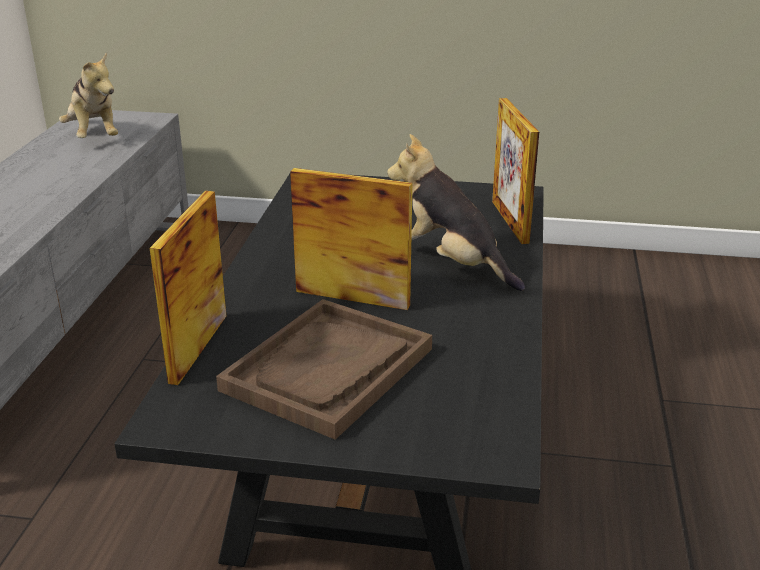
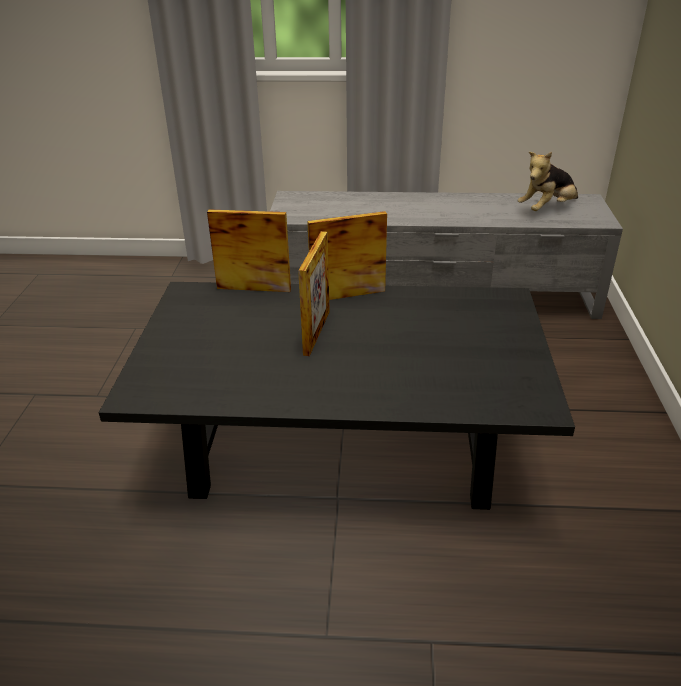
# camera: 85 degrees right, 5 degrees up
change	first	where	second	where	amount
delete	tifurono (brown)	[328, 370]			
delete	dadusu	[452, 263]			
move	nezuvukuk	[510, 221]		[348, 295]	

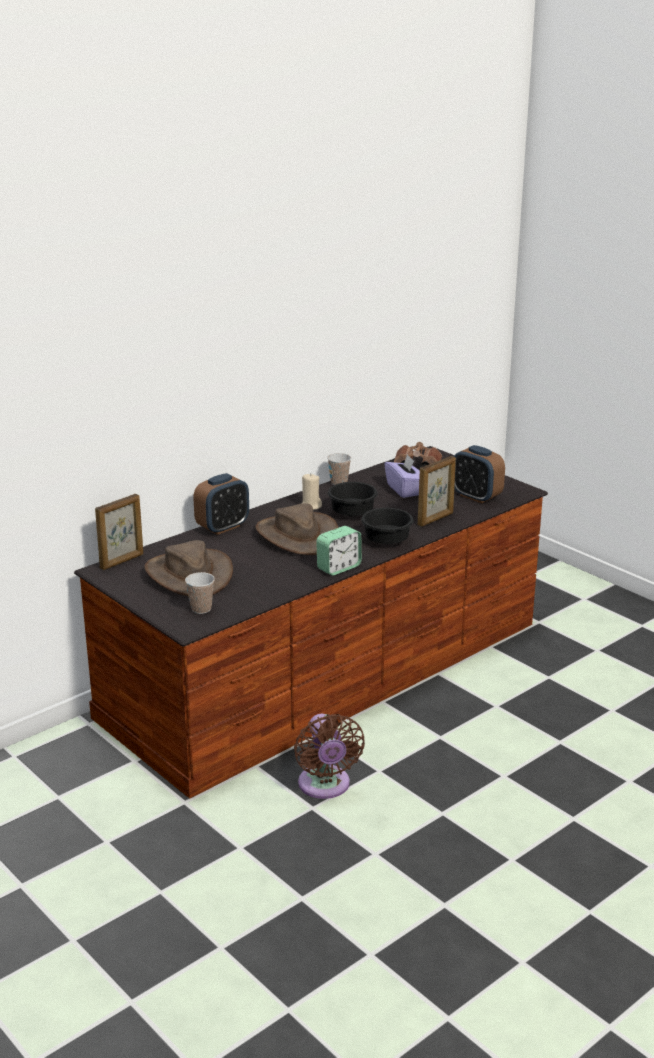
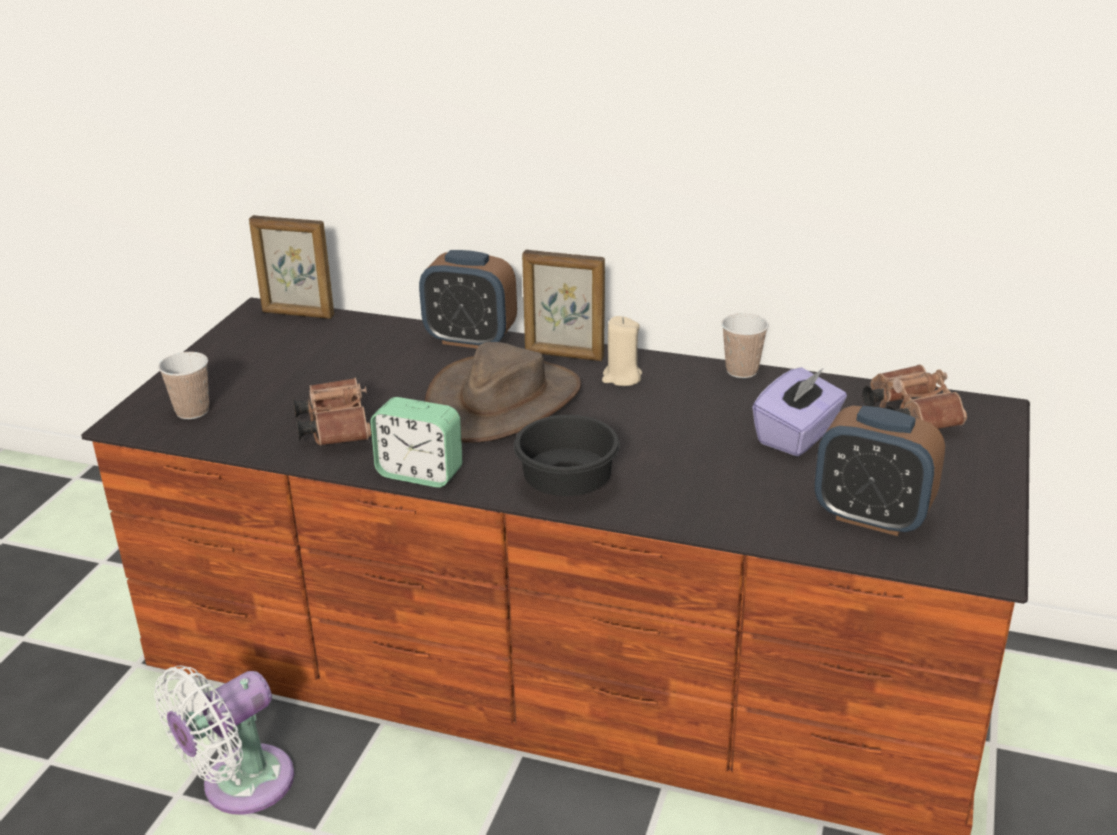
# camera: 60 degrees right, 5 degrees up
change	first	where	second	where	amount
delete	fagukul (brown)	[189, 574]			
recolor	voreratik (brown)	[325, 786]	voreratik (white)	[239, 786]	
delete	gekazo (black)	[351, 512]			
move	nezuvukuk	[436, 519]		[564, 355]	
rotate	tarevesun	[476, 496]		[872, 517]	75 degrees counterclockwise
insert			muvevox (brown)	[335, 428]	

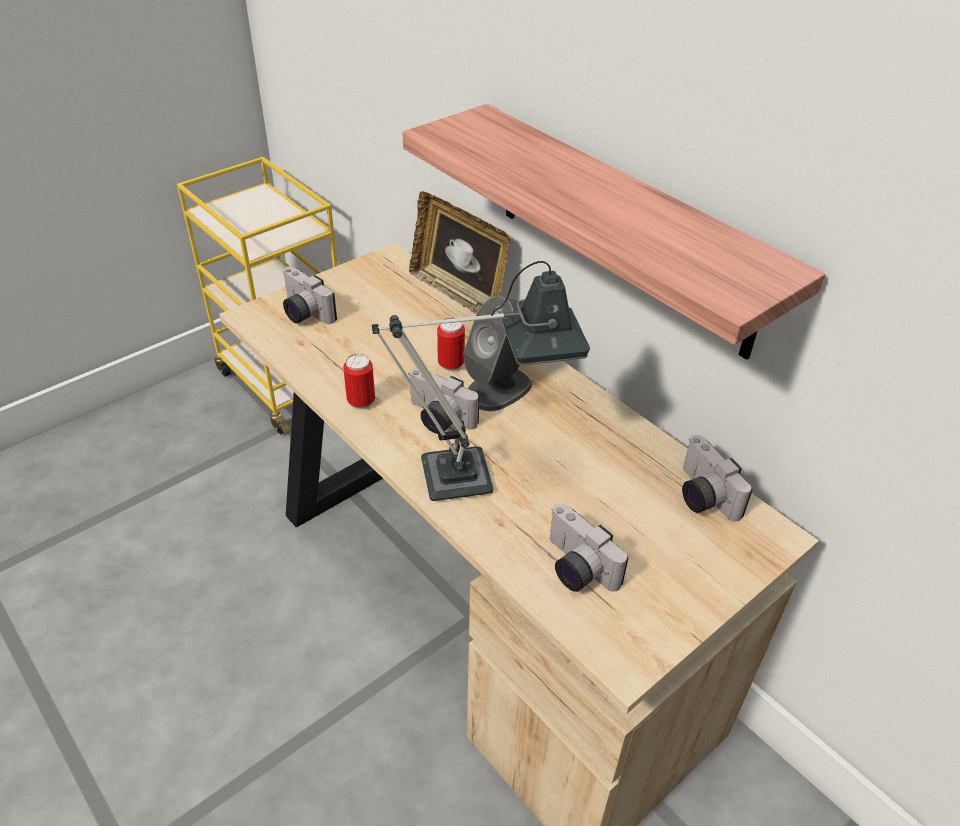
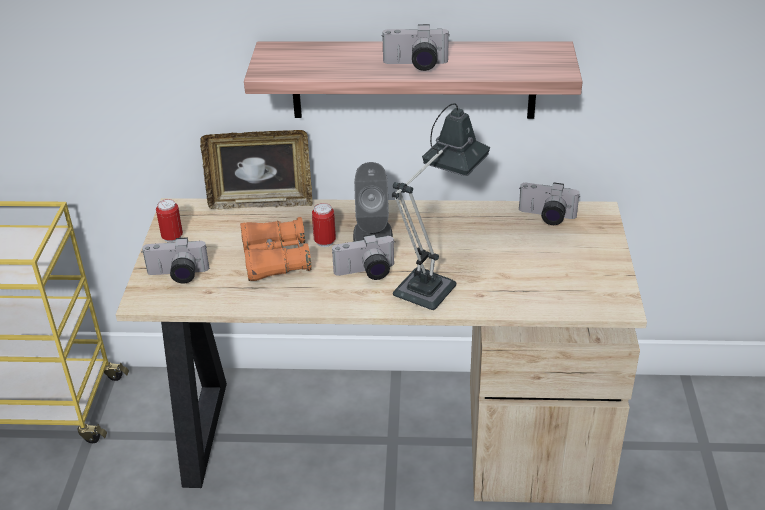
# camera: 45 degrees left, 5 degrees down
change	first	where	second	where	amount
move	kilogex	[361, 402]		[172, 237]	
move	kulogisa	[575, 568]		[415, 65]	
insert			muvevox (orange)	[275, 260]	

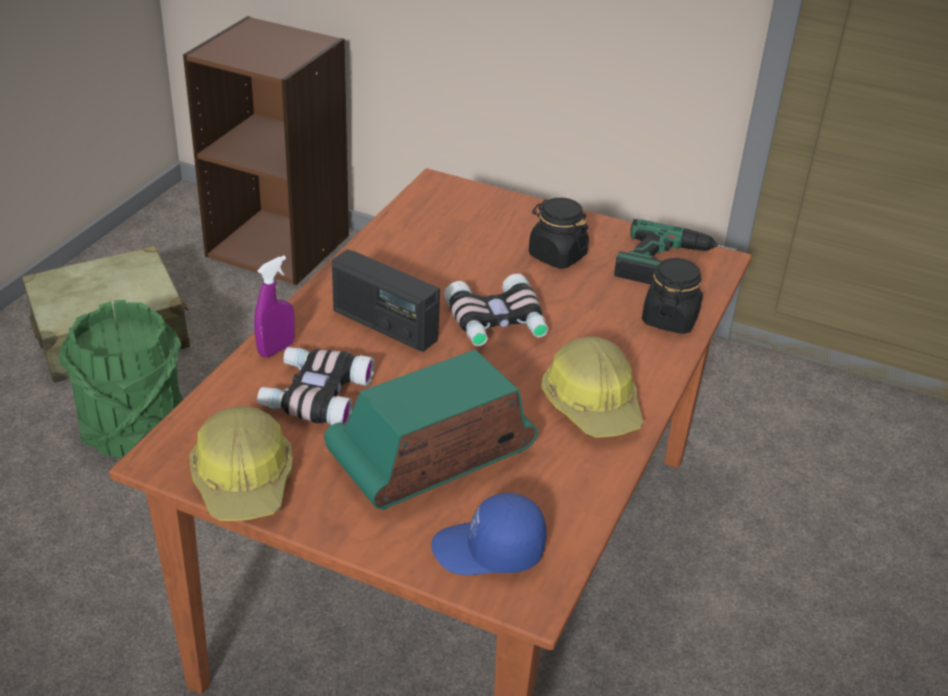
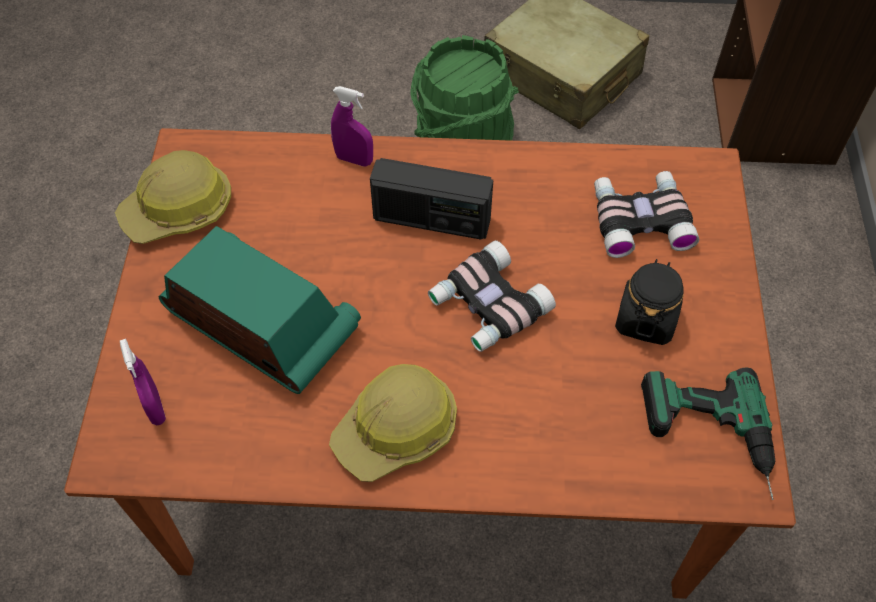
# camera: 70 degrees right, 20 degrees up
change	first	where	second	where	amount
move	muvevox	[315, 395]		[639, 219]	
rotate	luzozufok	[384, 325]		[431, 219]	90 degrees counterclockwise
replace	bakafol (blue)	[489, 551]	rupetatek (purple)	[155, 407]	
delete	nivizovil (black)	[670, 319]			

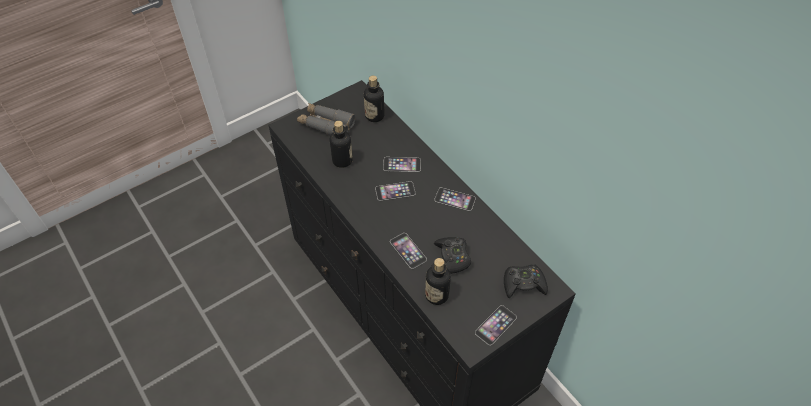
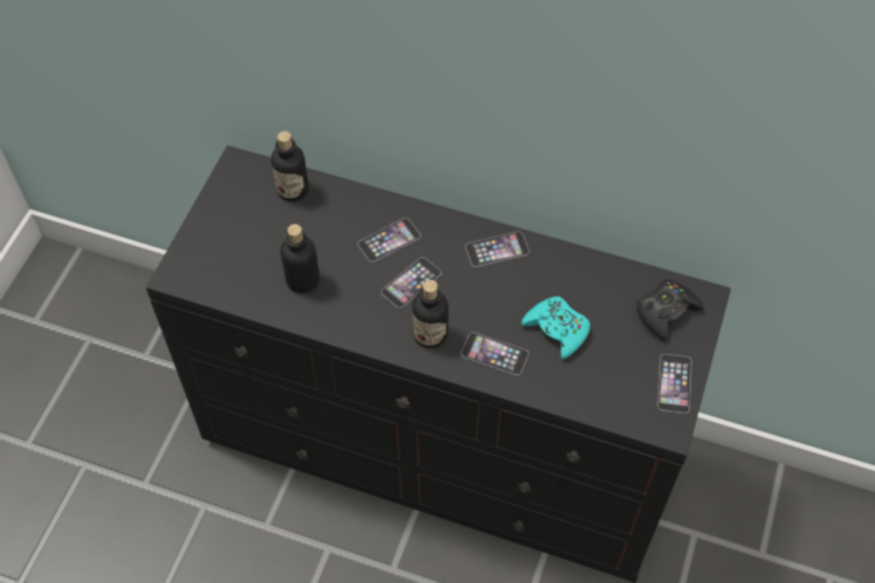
# camera: 35 degrees left, 5 degrees up
change	first	where	second	where	amount
delete	muvevox (grey)	[326, 125]			
move	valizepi	[436, 295]		[430, 334]	
recolor	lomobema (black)	[452, 258]	lomobema (turquoise)	[557, 330]	

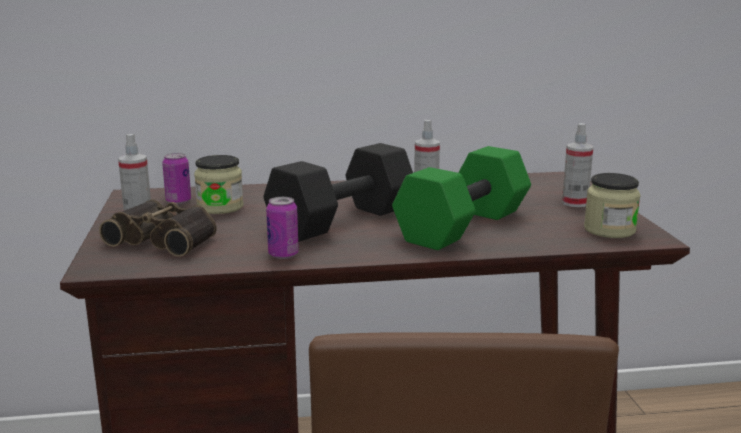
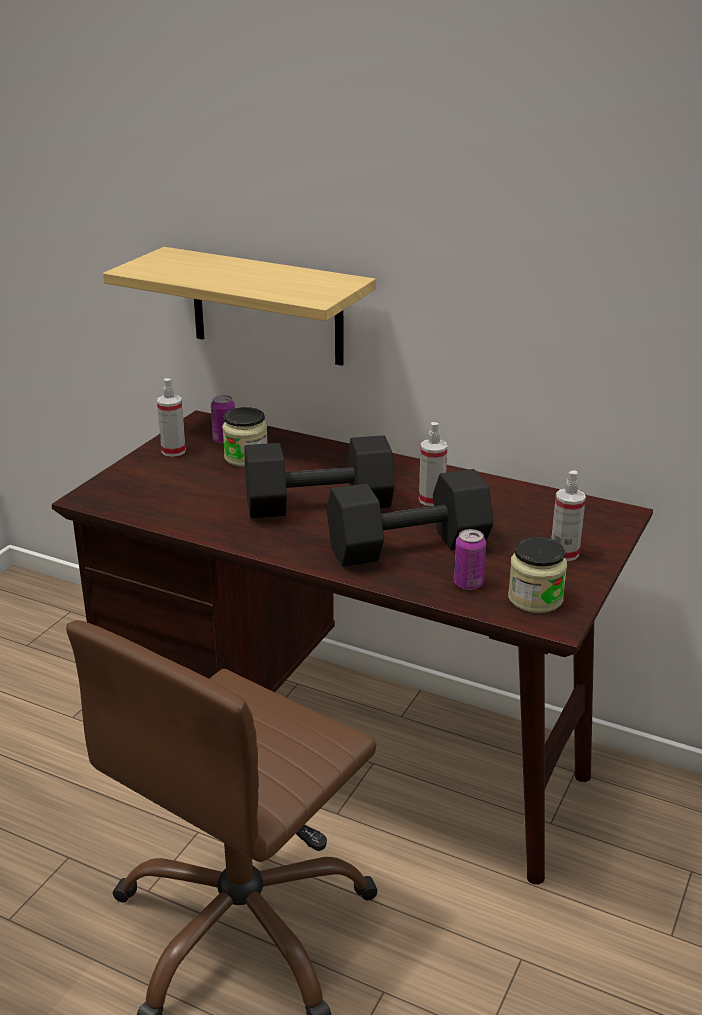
# camera: 35 degrees right, 10 degrees up
change	first	where	second	where	amount
delete	muvevox	[167, 239]			
move	kilogex	[283, 254]		[468, 584]	
recolor	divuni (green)	[462, 225]	divuni (black)	[409, 545]	
insert			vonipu	[267, 307]	

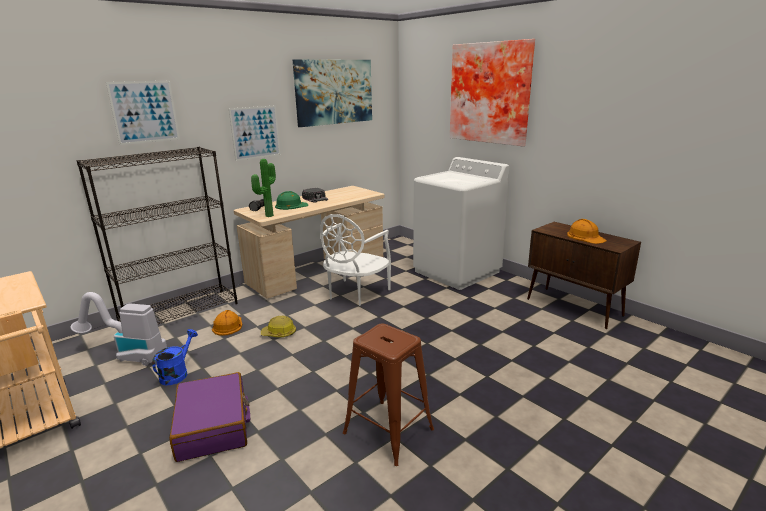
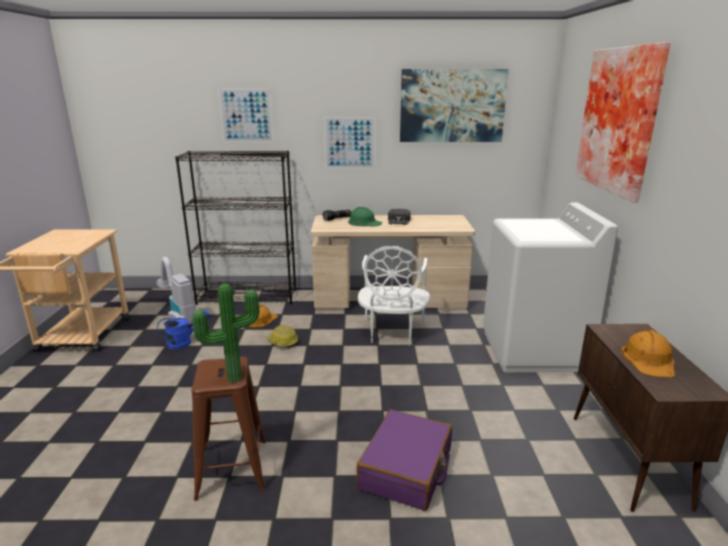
# camera: 40 degrees right, 0 degrees up
change	first	where	second	where	amount
move	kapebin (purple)	[213, 425]		[406, 469]	
move	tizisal	[268, 215]		[233, 377]	
rotate	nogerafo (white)	[355, 293]		[392, 332]	60 degrees counterclockwise

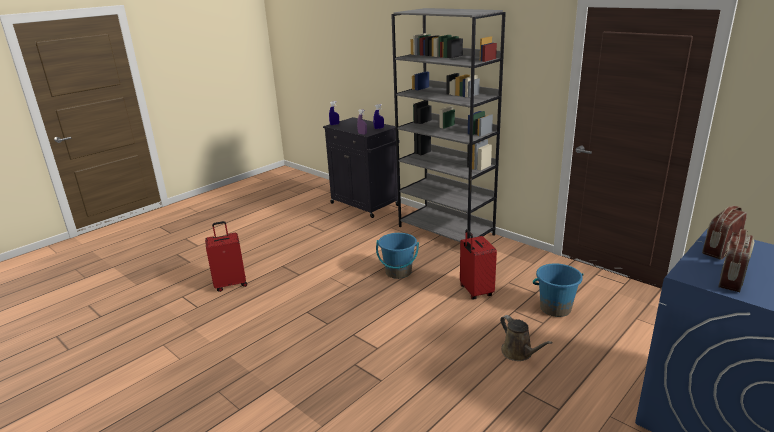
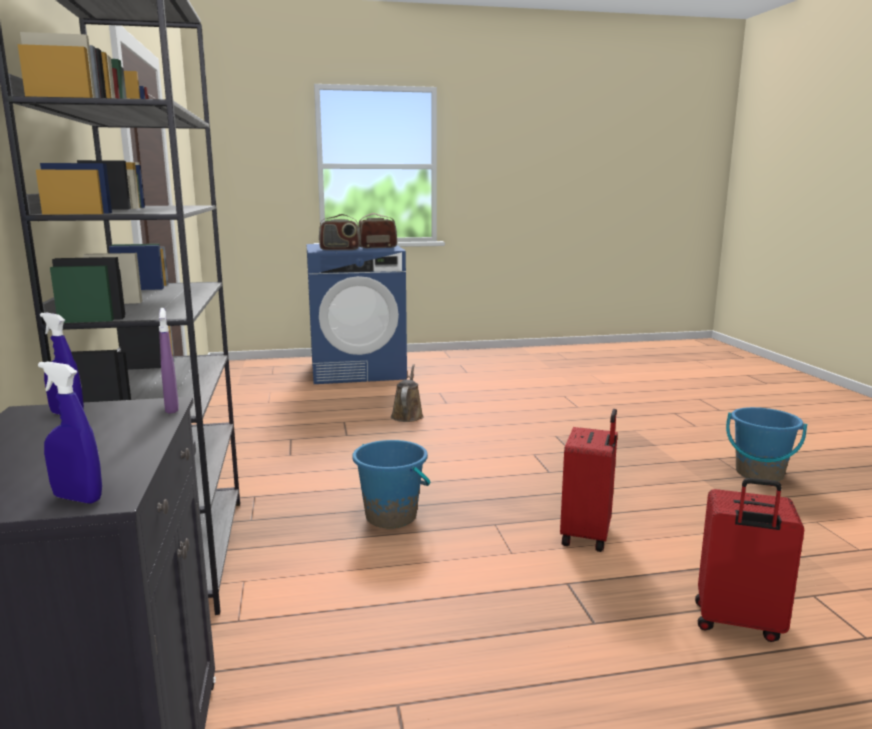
# camera: 145 degrees left, 10 degrees down
change	first	where	second	where	amount
move	kapebin (red)	[475, 291]		[587, 535]	
move	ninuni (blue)	[555, 308]		[759, 473]	

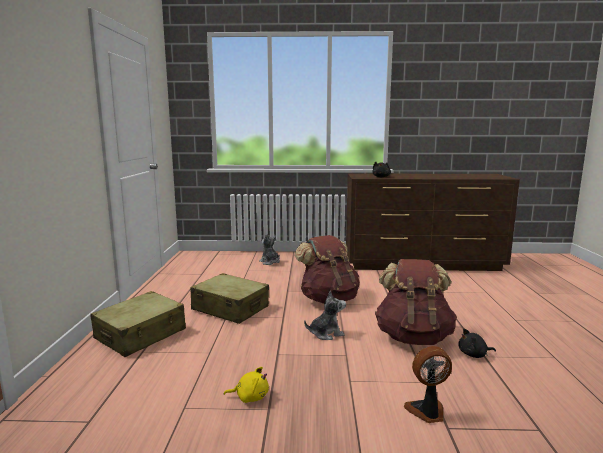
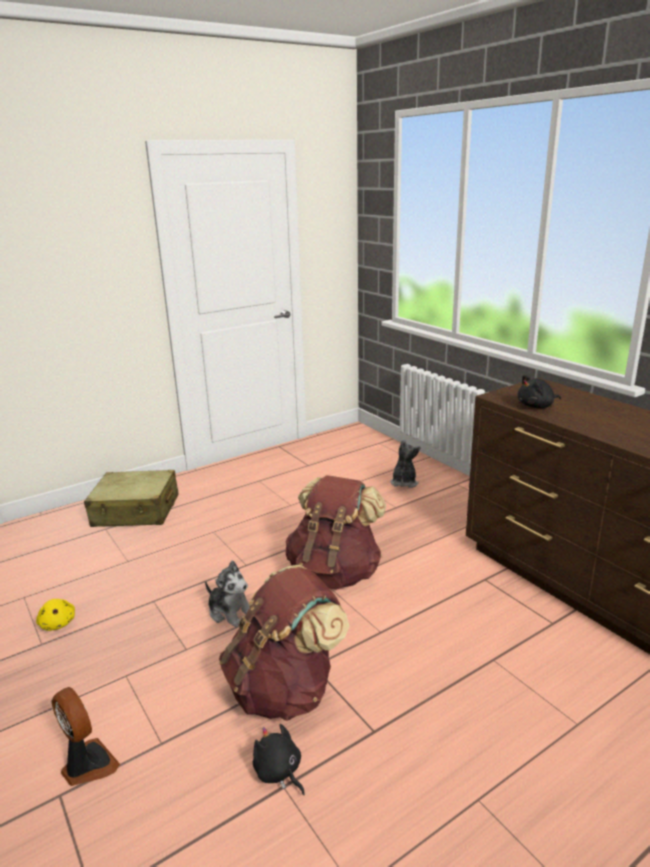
# camera: 55 degrees right, 10 degrees up
change	first	where	second	where	amount
delete	kapebin (beige)	[230, 308]			

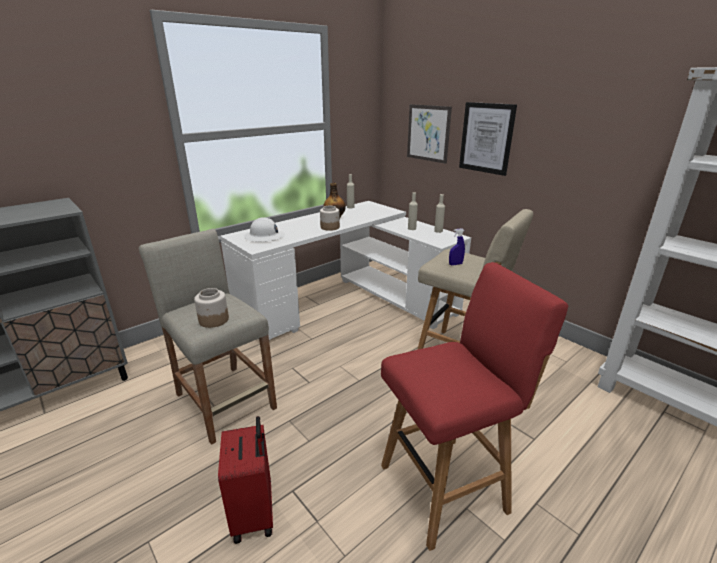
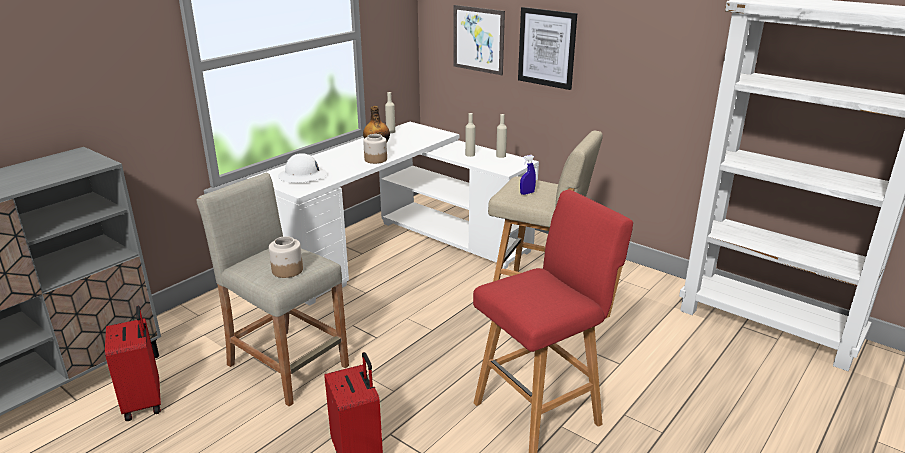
# camera: 10 degrees left, 0 degrees up
change	first	where	second	where	amount
insert			kapebin (red)	[144, 402]	

